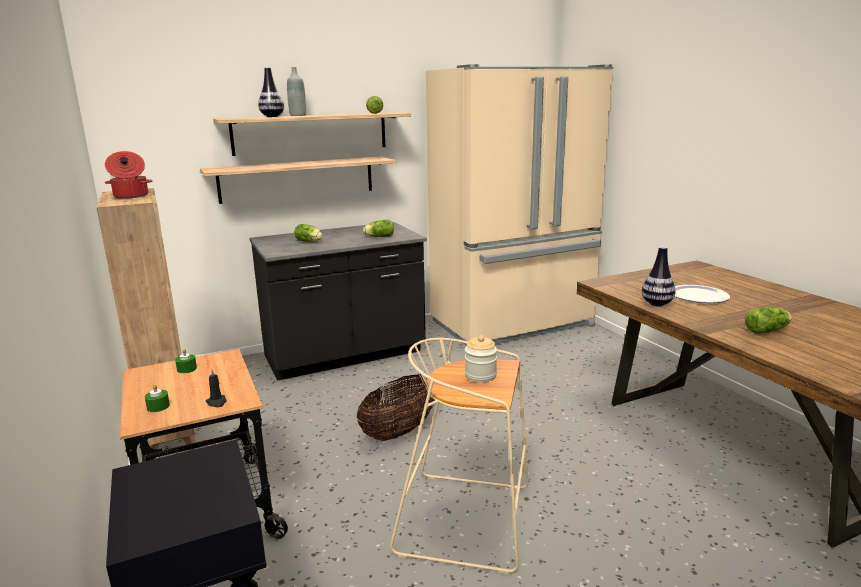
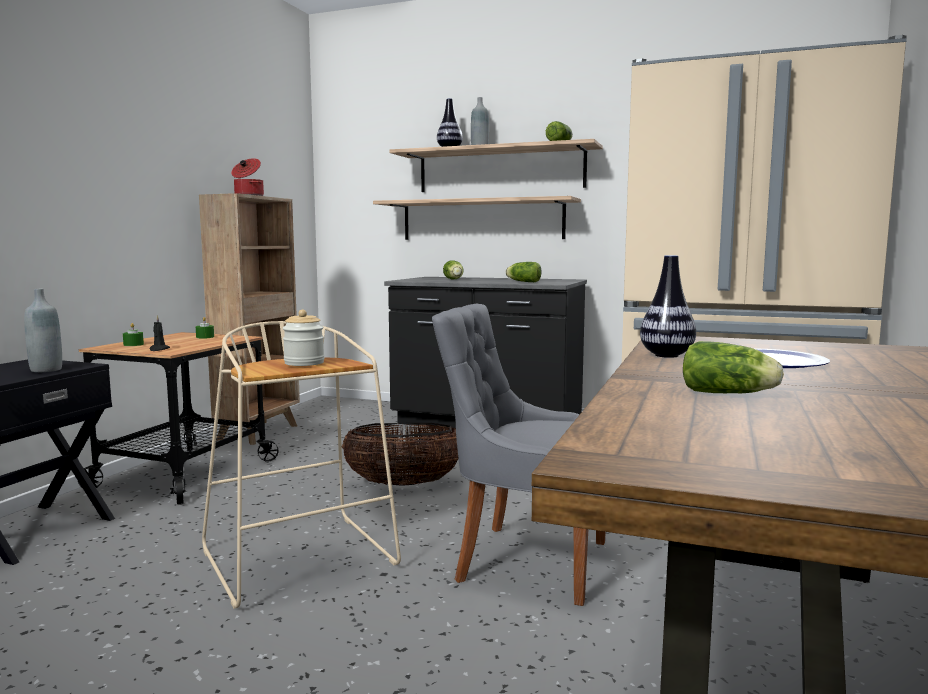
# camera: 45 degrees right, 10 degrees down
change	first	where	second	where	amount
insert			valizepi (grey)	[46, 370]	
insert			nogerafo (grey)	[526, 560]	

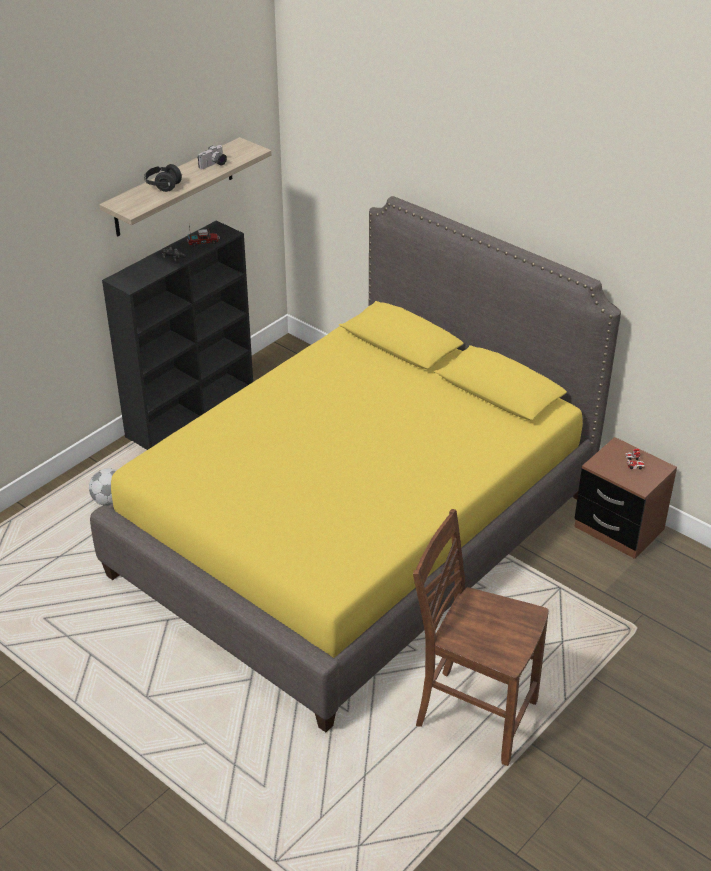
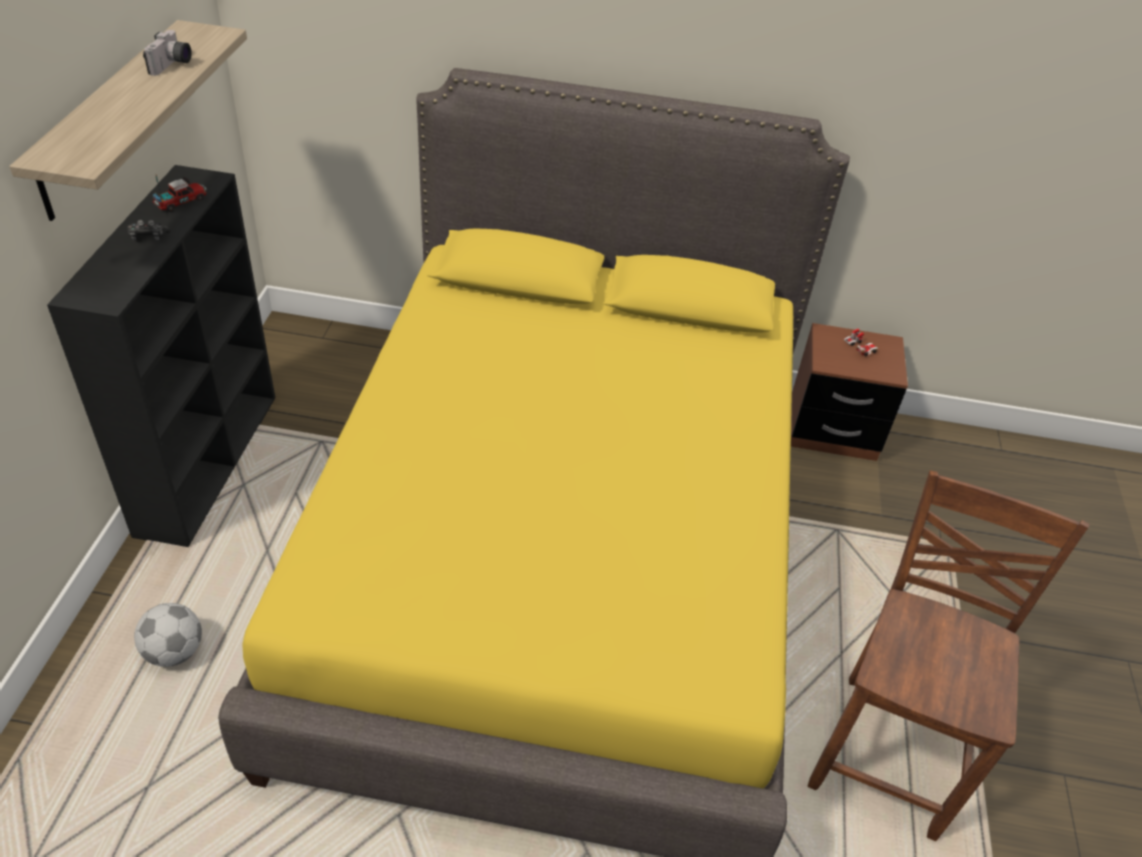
# camera: 35 degrees left, 5 degrees up
change	first	where	second	where	amount
delete	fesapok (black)	[163, 186]			
rotate	nogerafo (brown)	[473, 714]		[888, 751]	120 degrees clockwise

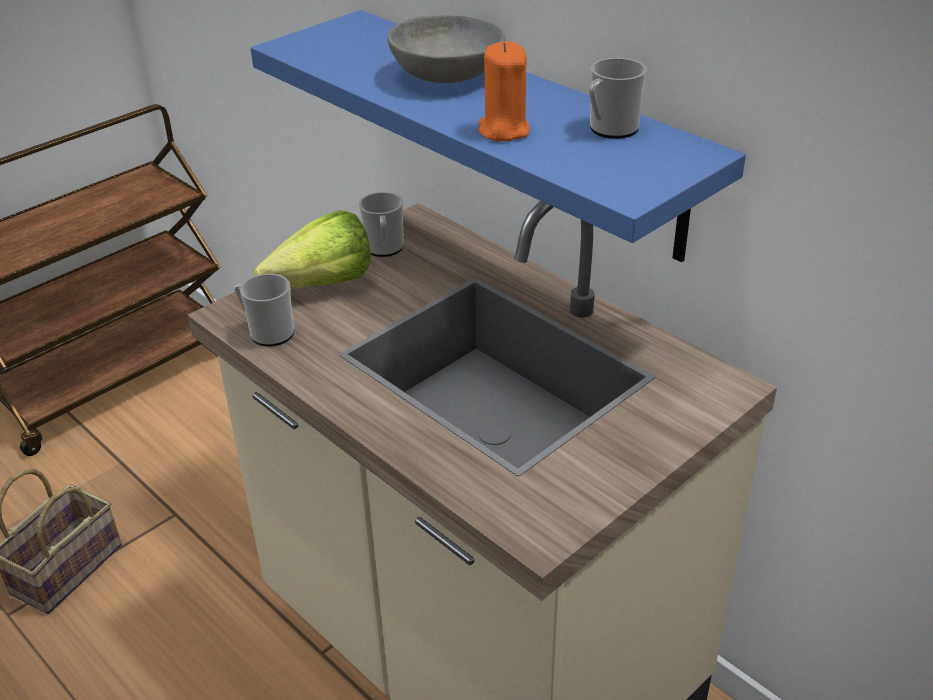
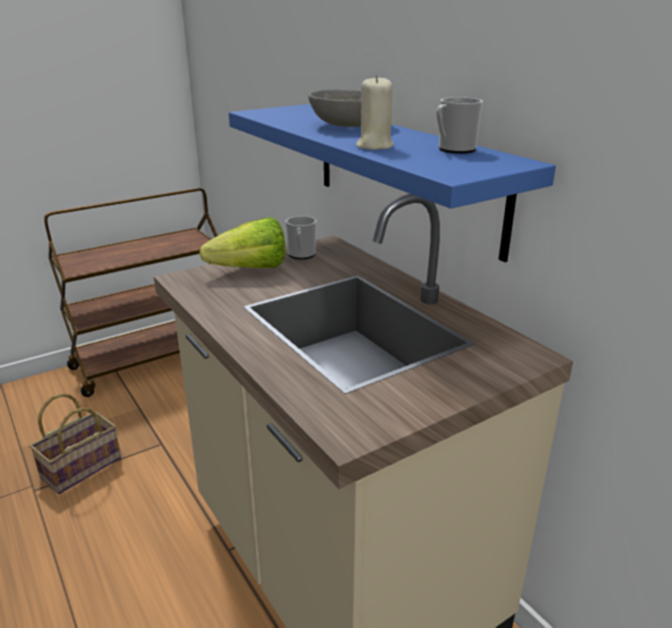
# camera: 10 degrees right, 10 degrees down
change	first	where	second	where	amount
delete	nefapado	[267, 332]			
recolor	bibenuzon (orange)	[503, 130]	bibenuzon (beige)	[374, 146]	

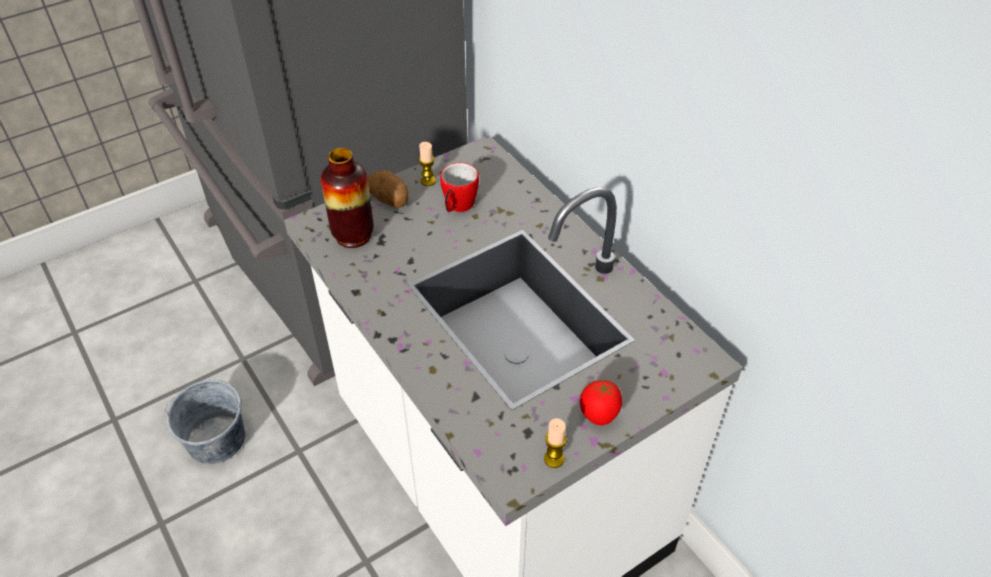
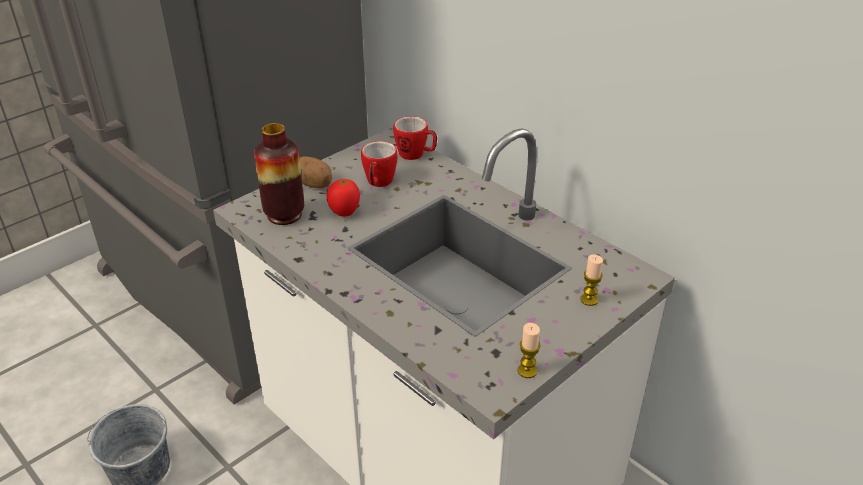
# camera: 10 degrees left, 10 degrees down
change	first	where	second	where	amount
move	bibenuzon	[428, 181]		[589, 300]	
move	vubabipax	[599, 416]		[345, 213]	
insert			nefapado	[416, 155]	

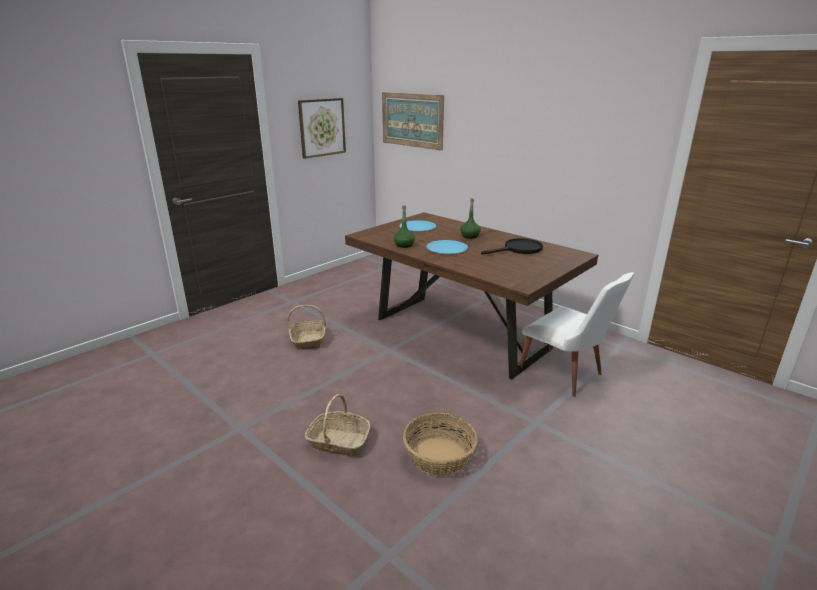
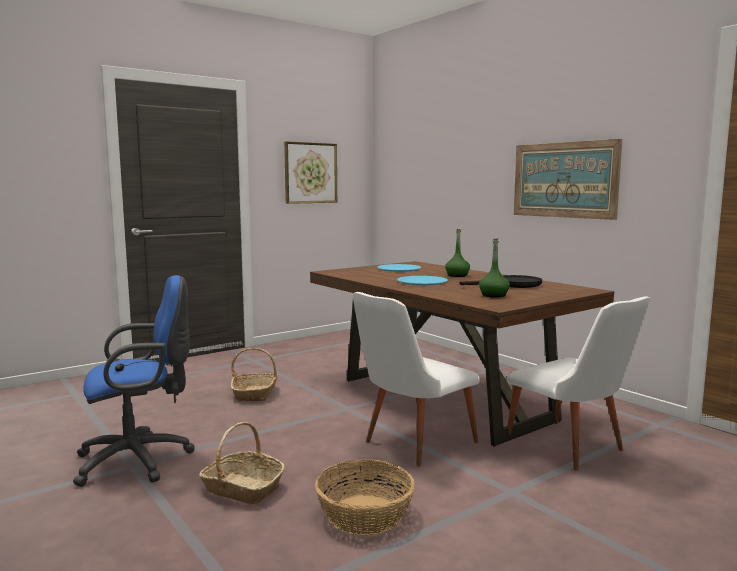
# camera: 10 degrees right, 15 degrees down
change	first	where	second	where	amount
move	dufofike	[412, 120]		[564, 180]	
move	valizepi (green)	[404, 245]		[493, 295]	
insert			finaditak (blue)	[140, 460]	
insert			nogerafo (white)	[411, 444]	

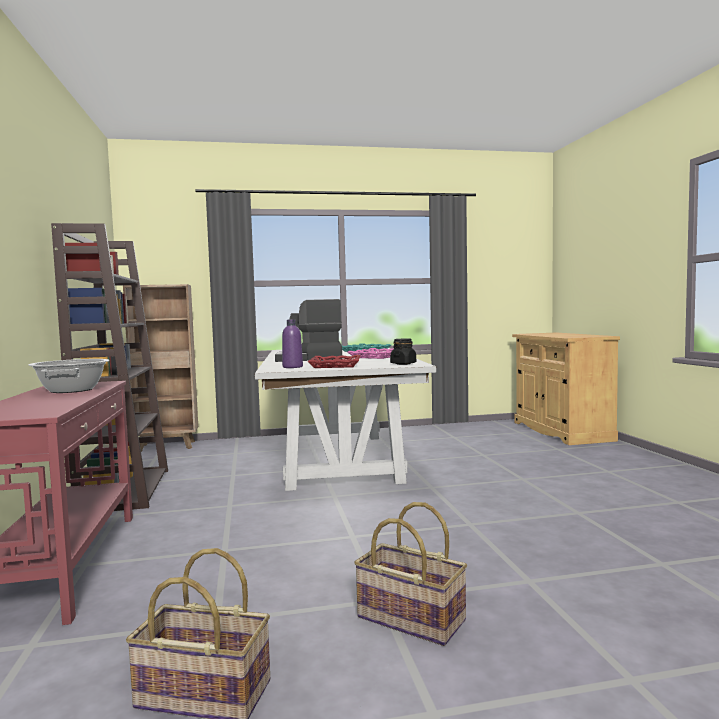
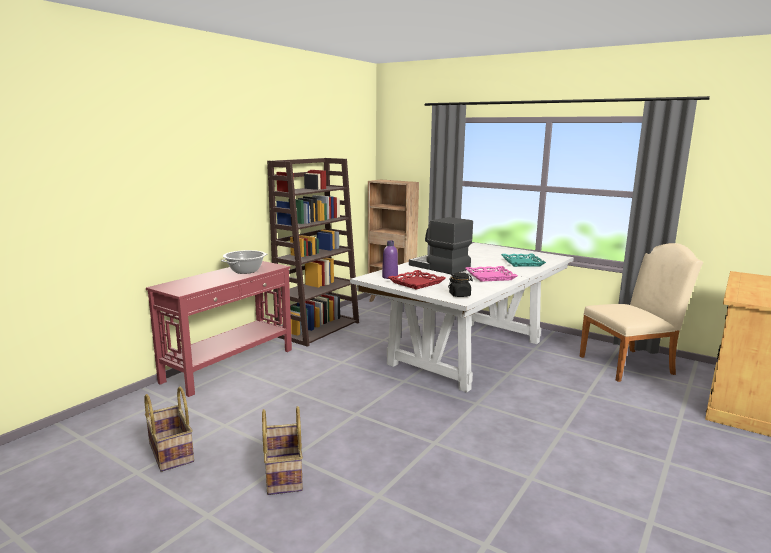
# camera: 45 degrees right, 10 degrees up
change	first	where	second	where	amount
insert			nogerafo (beige)	[631, 364]	

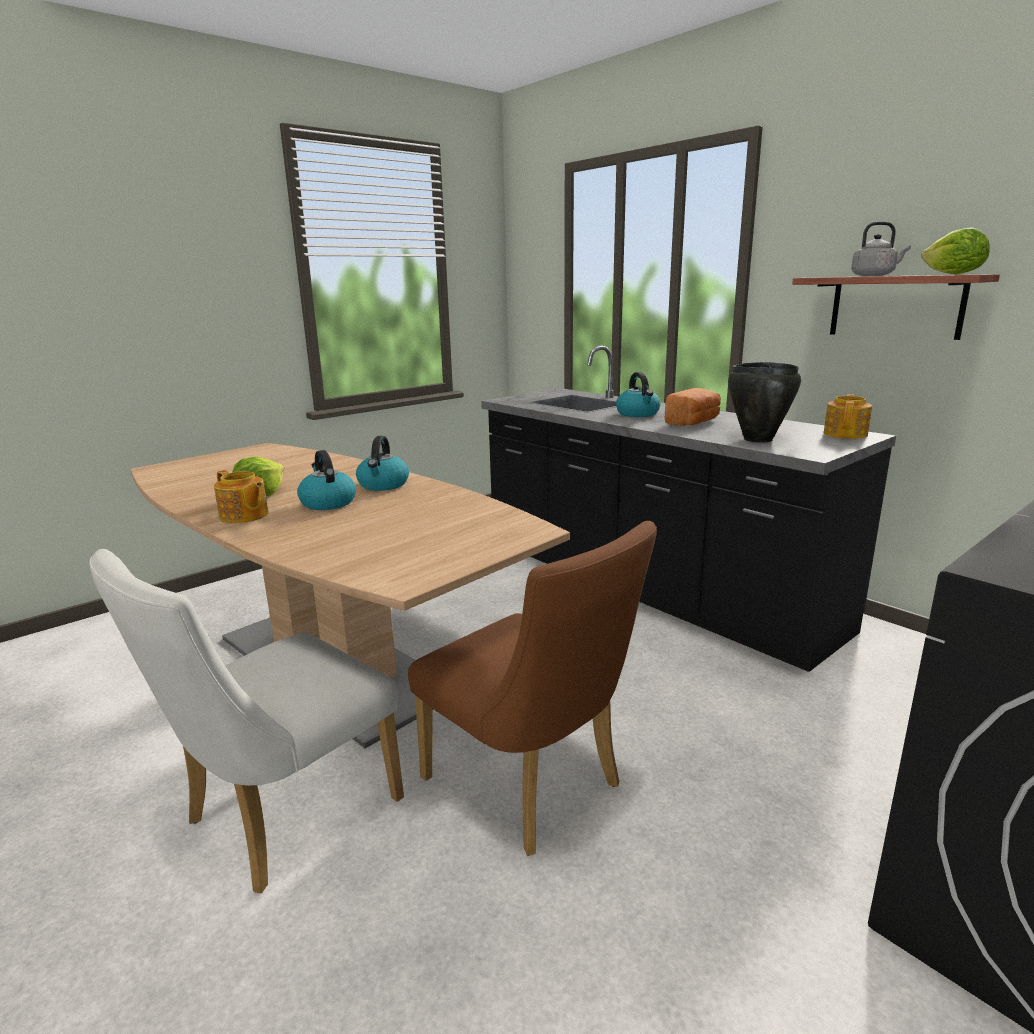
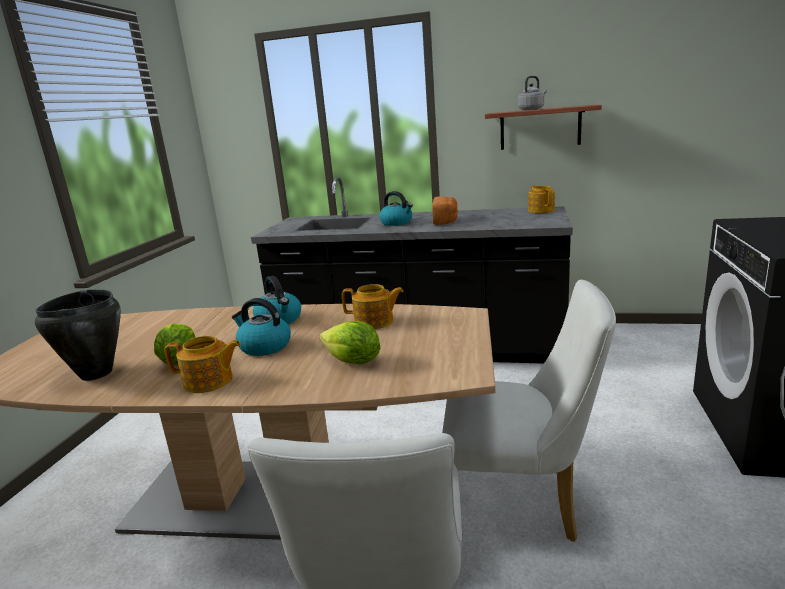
# camera: 35 degrees left, 0 degrees up
change	first	where	second	where	amount
recolor	nogerafo (brown)	[532, 788]	nogerafo (white)	[521, 502]	
move	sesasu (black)	[757, 439]		[95, 374]	
move	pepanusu	[952, 274]		[353, 362]	
insert			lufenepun	[374, 322]	

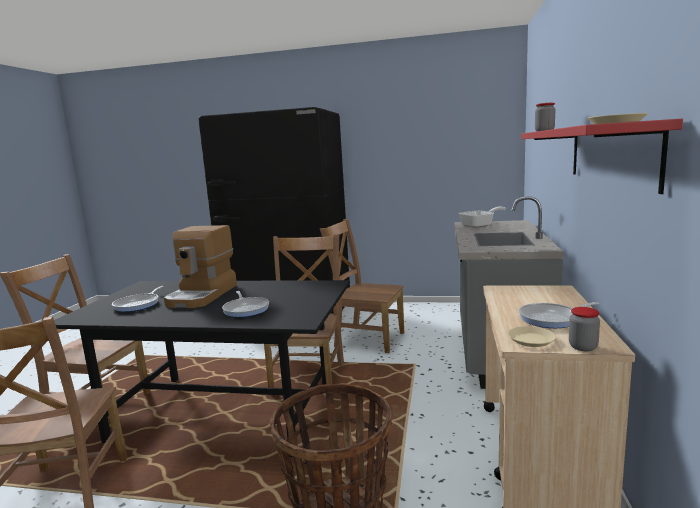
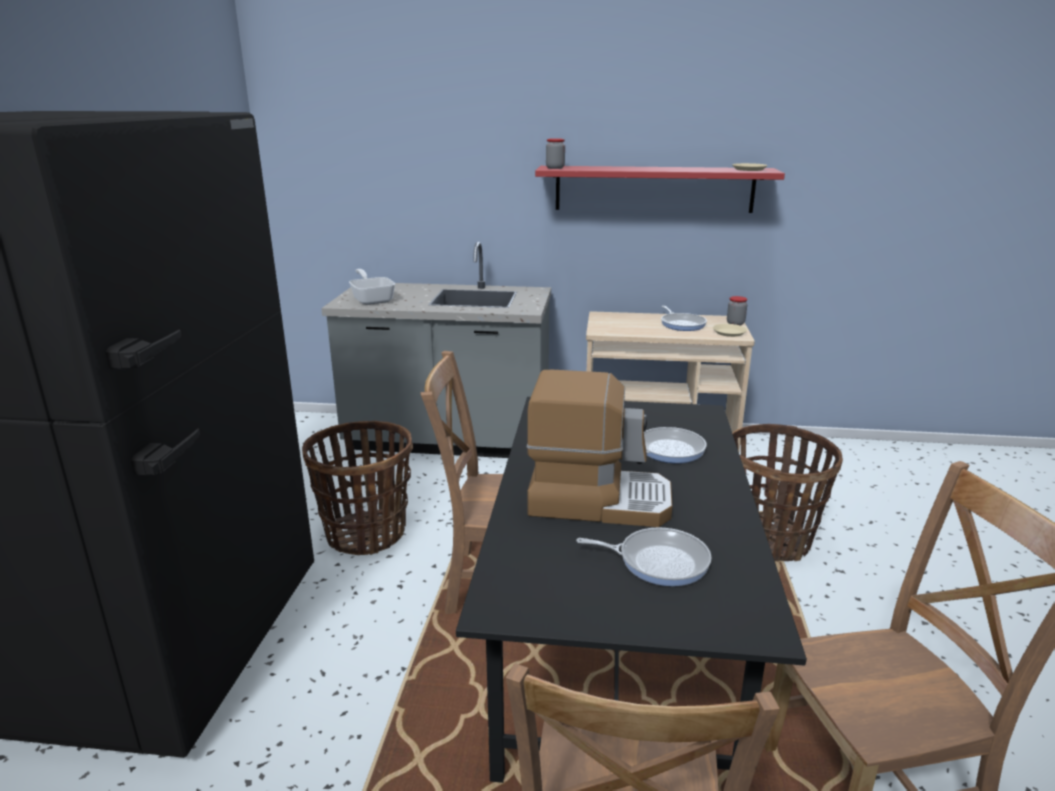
# camera: 95 degrees left, 10 degrees up
change	first	where	second	where	amount
replace	nogerafo (brown)	[367, 339]	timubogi	[366, 534]	

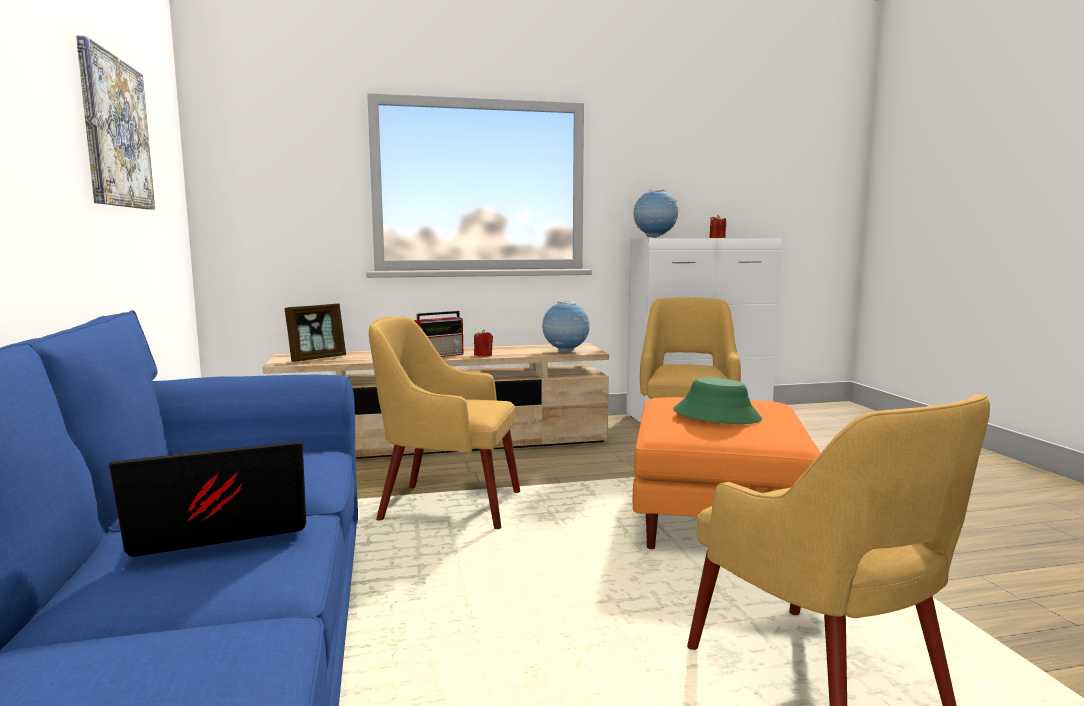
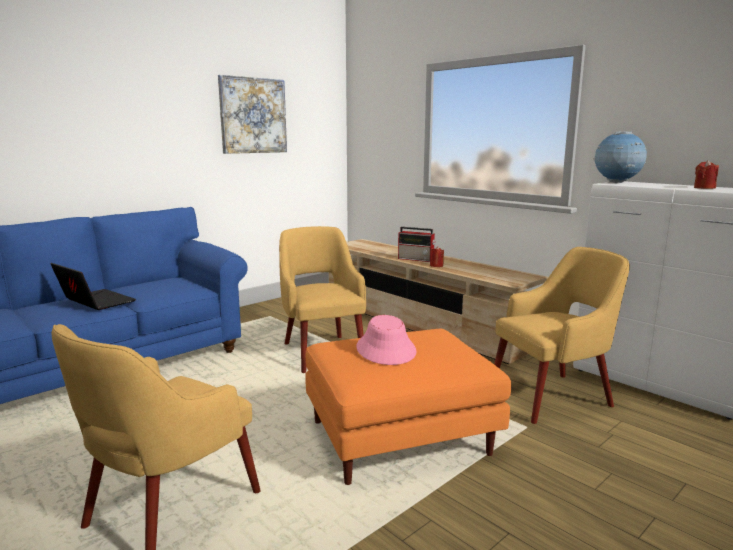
# camera: 60 degrees right, 5 degrees up
change	first	where	second	where	amount
delete	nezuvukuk	[317, 358]			
delete	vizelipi	[565, 352]			
recolor	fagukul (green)	[716, 415]	fagukul (pink)	[386, 349]	

